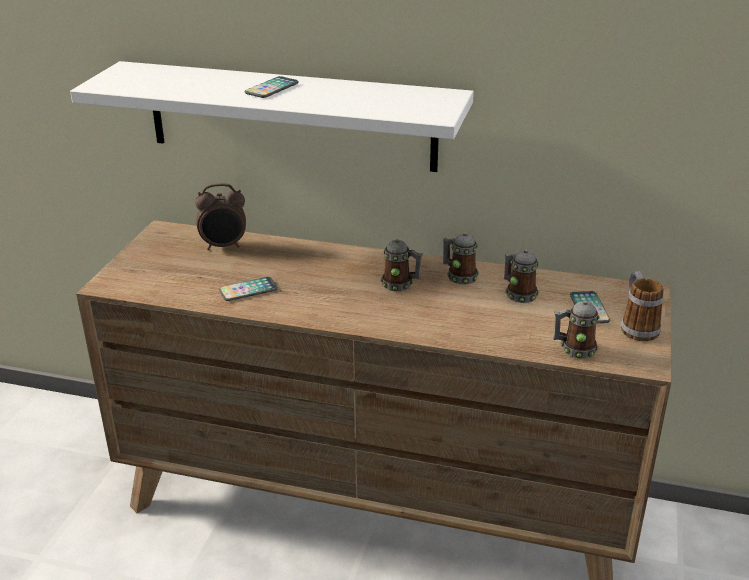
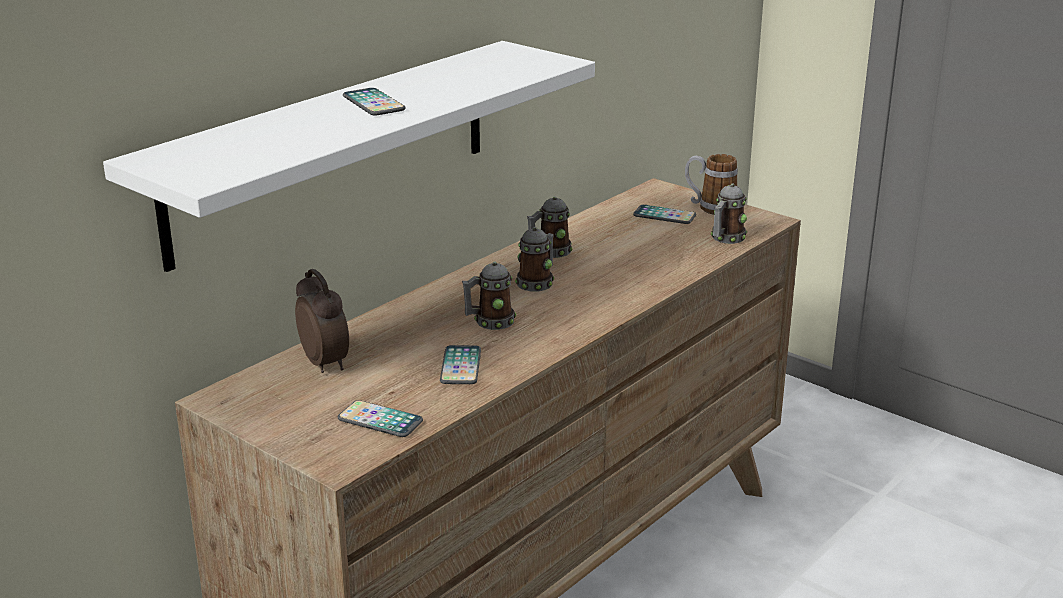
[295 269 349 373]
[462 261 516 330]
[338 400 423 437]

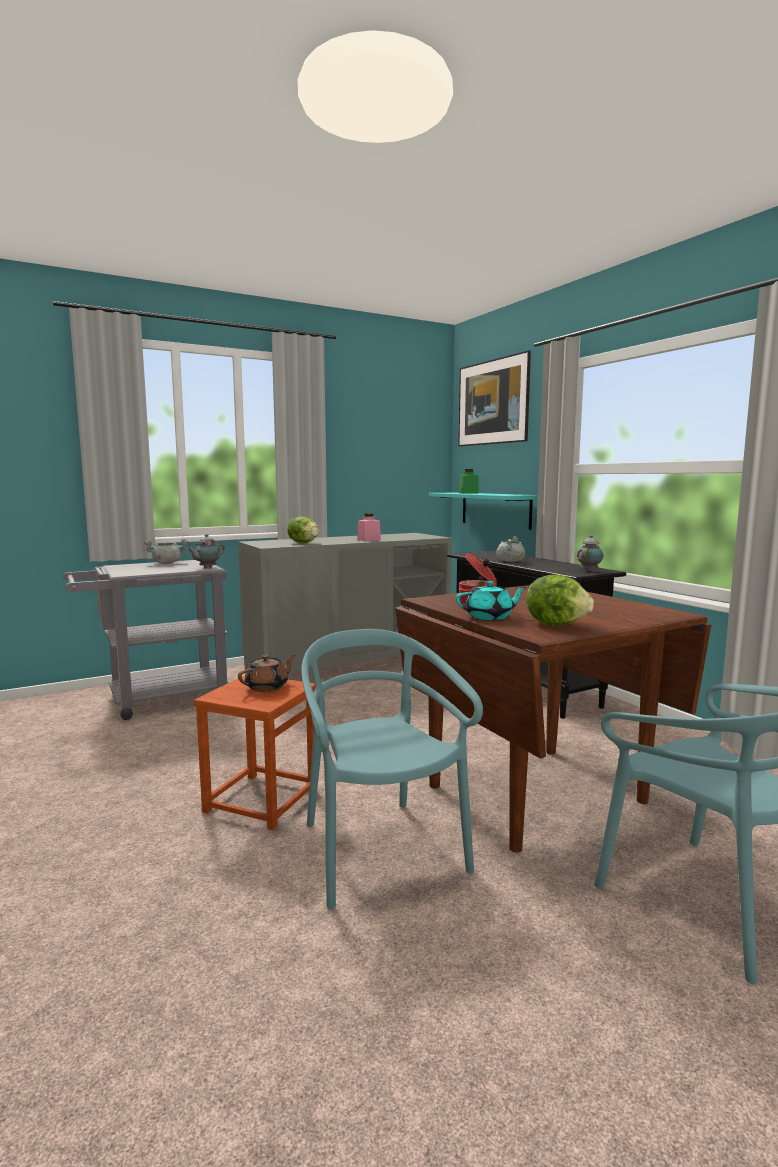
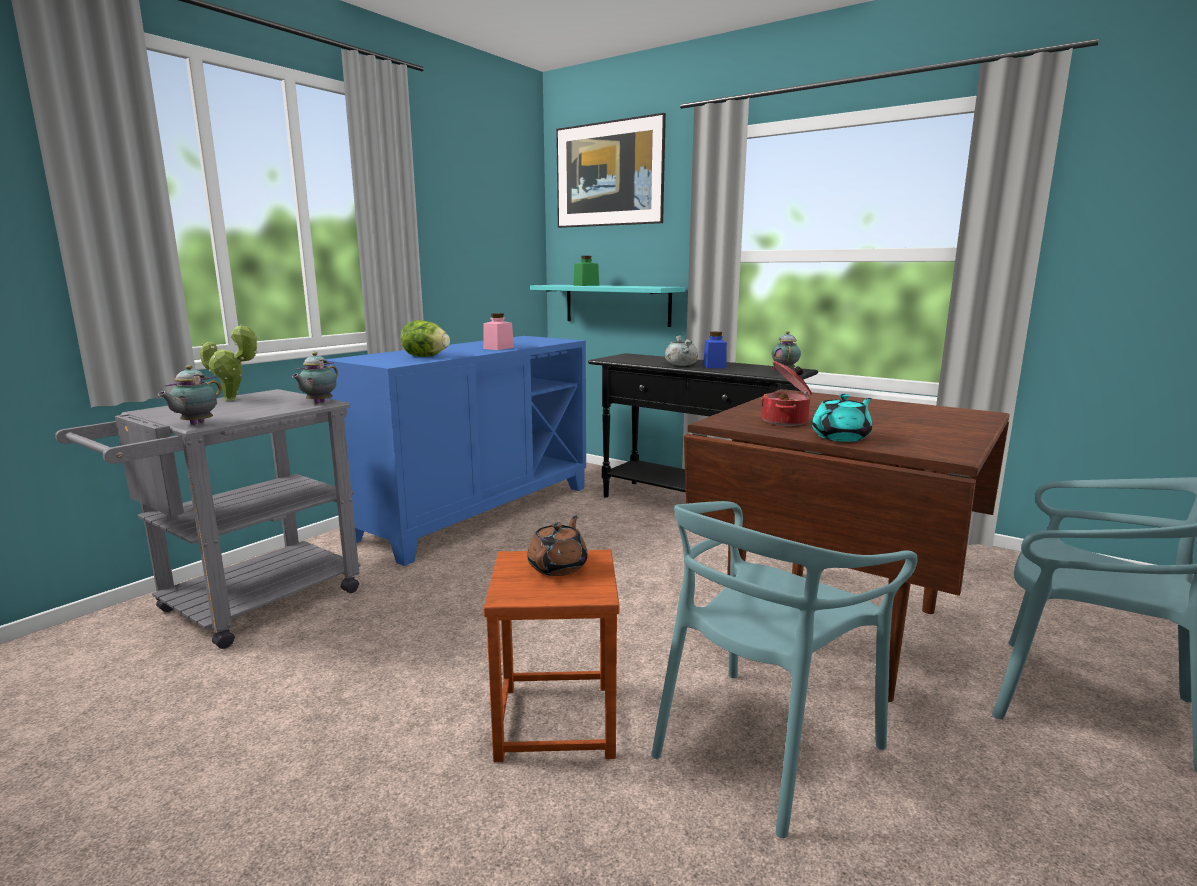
[200 324 258 401]
[324 336 586 566]
[651 501 918 838]
[526 575 594 626] (first image)
[158 365 221 425]
[703 332 727 368]

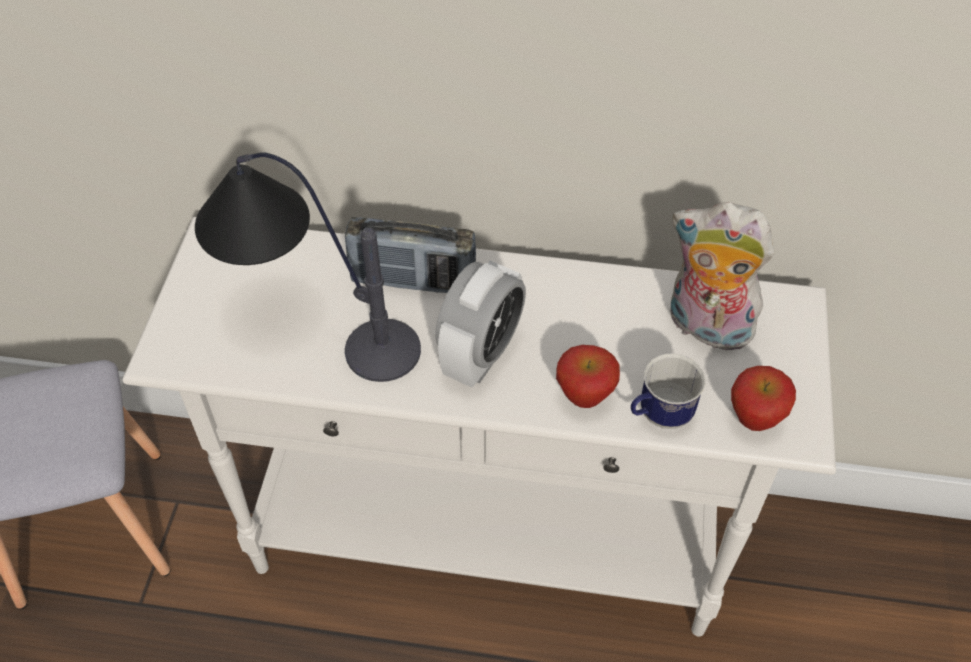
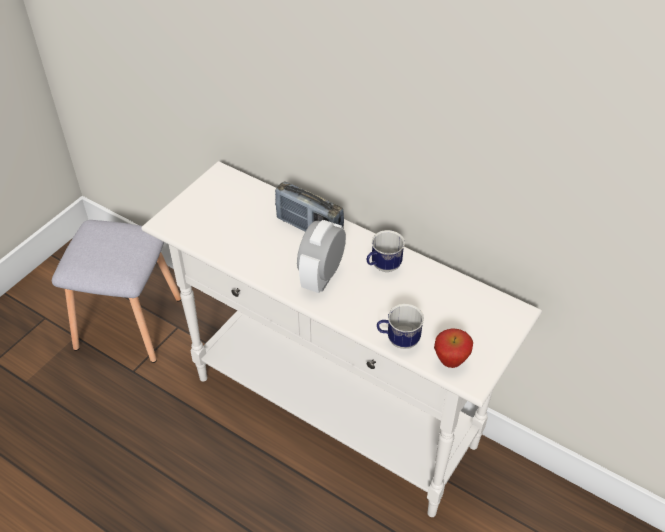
[195 152 421 382] (first image)
[297 220 346 293]
[556 345 620 408] (first image)
[671 202 774 354] (first image)
[367 230 405 272]

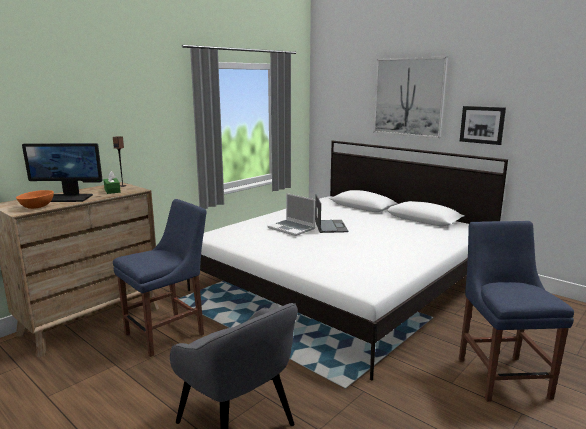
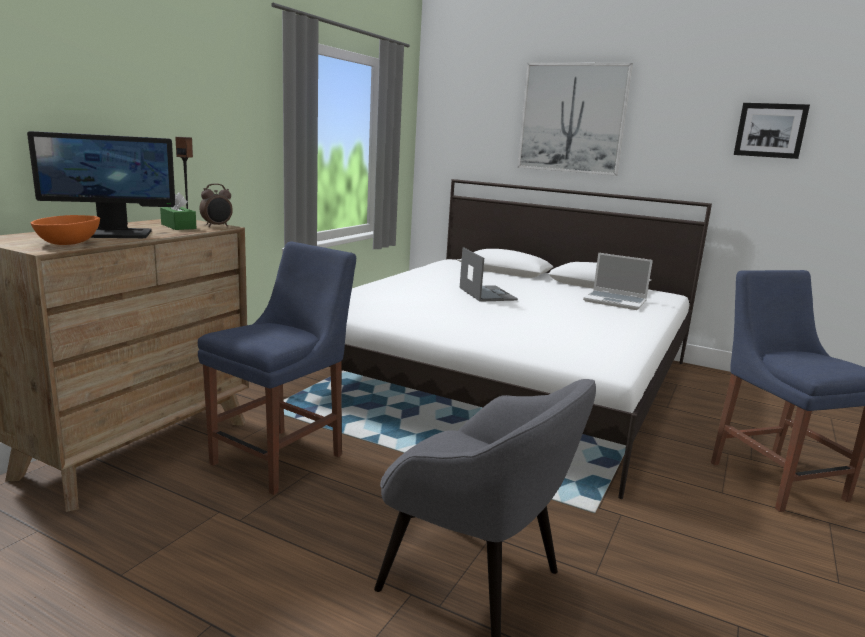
[583 253 653 310]
[734 103 810 159]
[199 184 233 227]

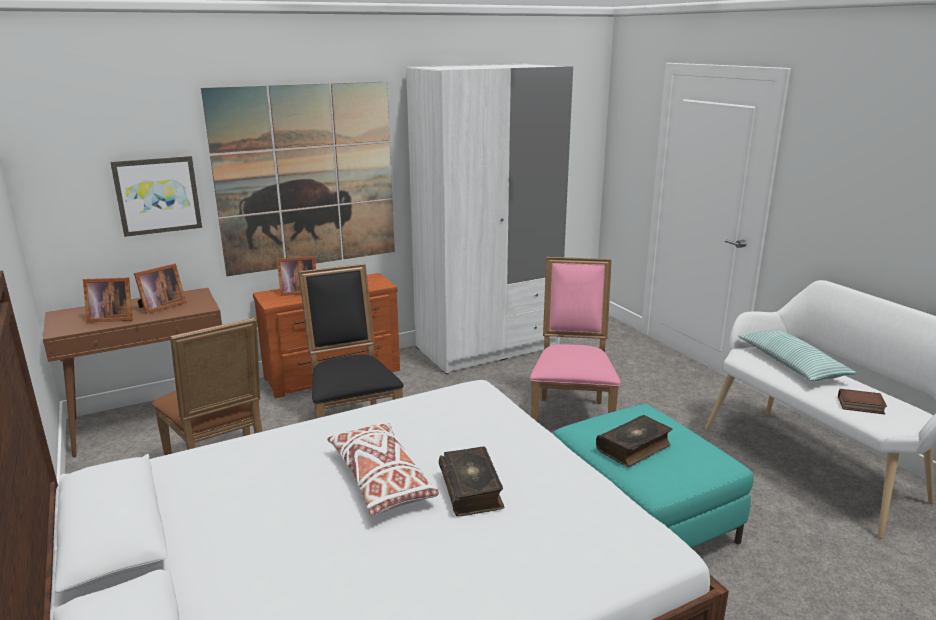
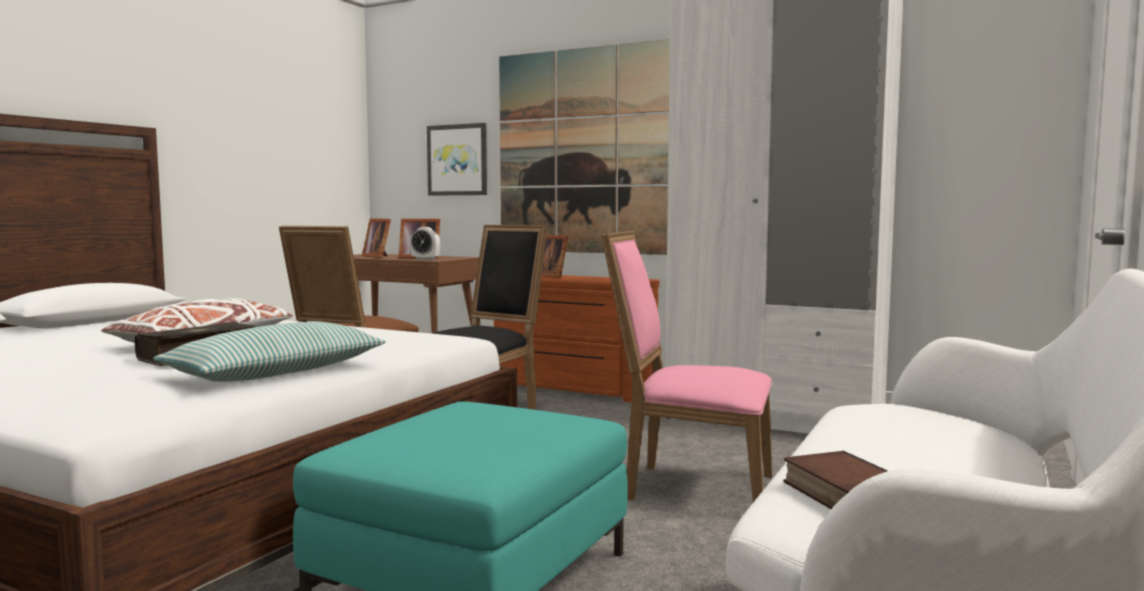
[602 231 773 502]
[596 415 672 467] (first image)
[153 322 386 382]
[410 227 440 260]

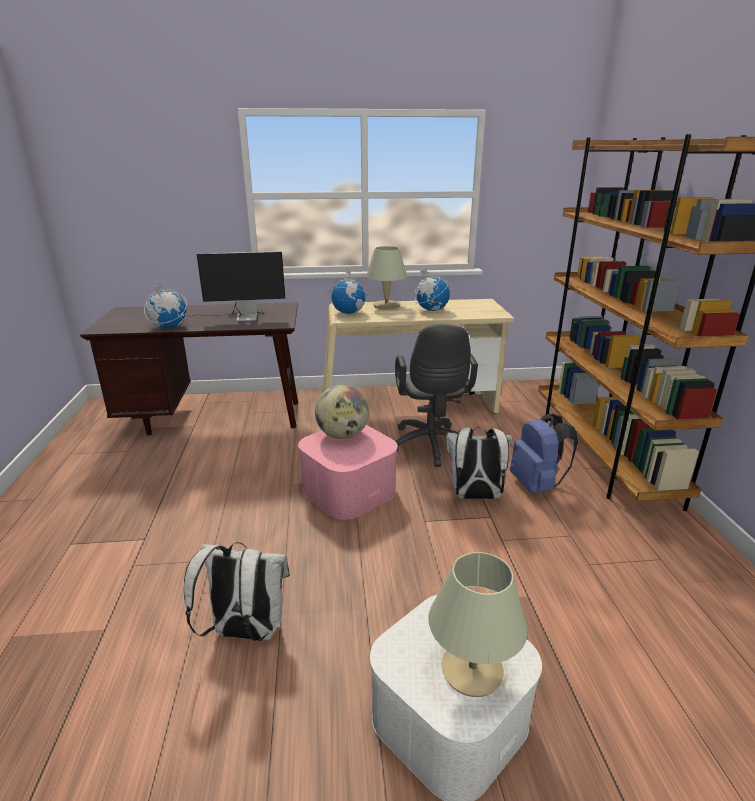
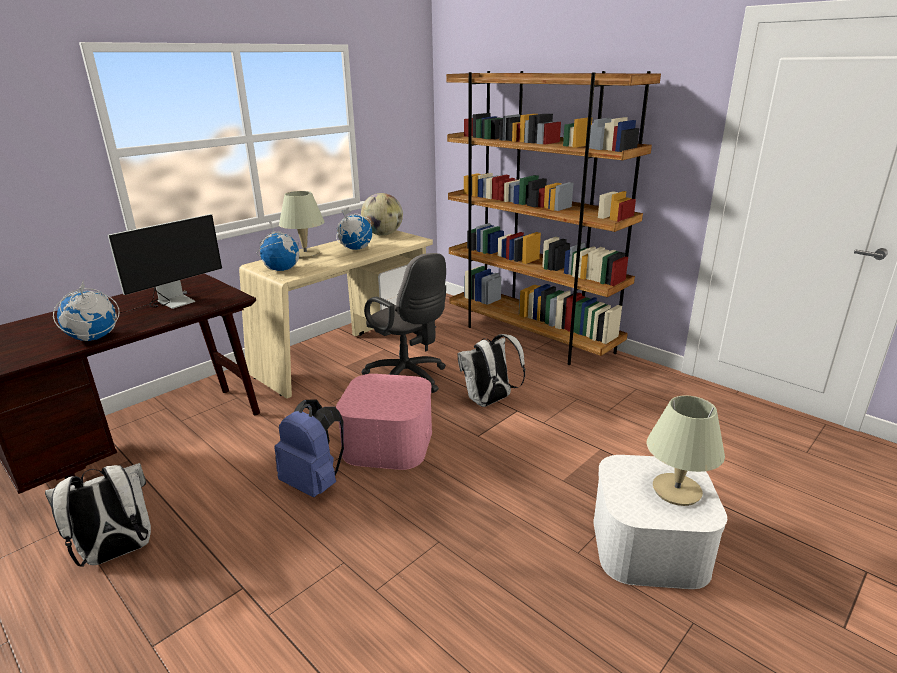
[45 463 151 567]
[361 193 403 236]
[274 399 344 497]

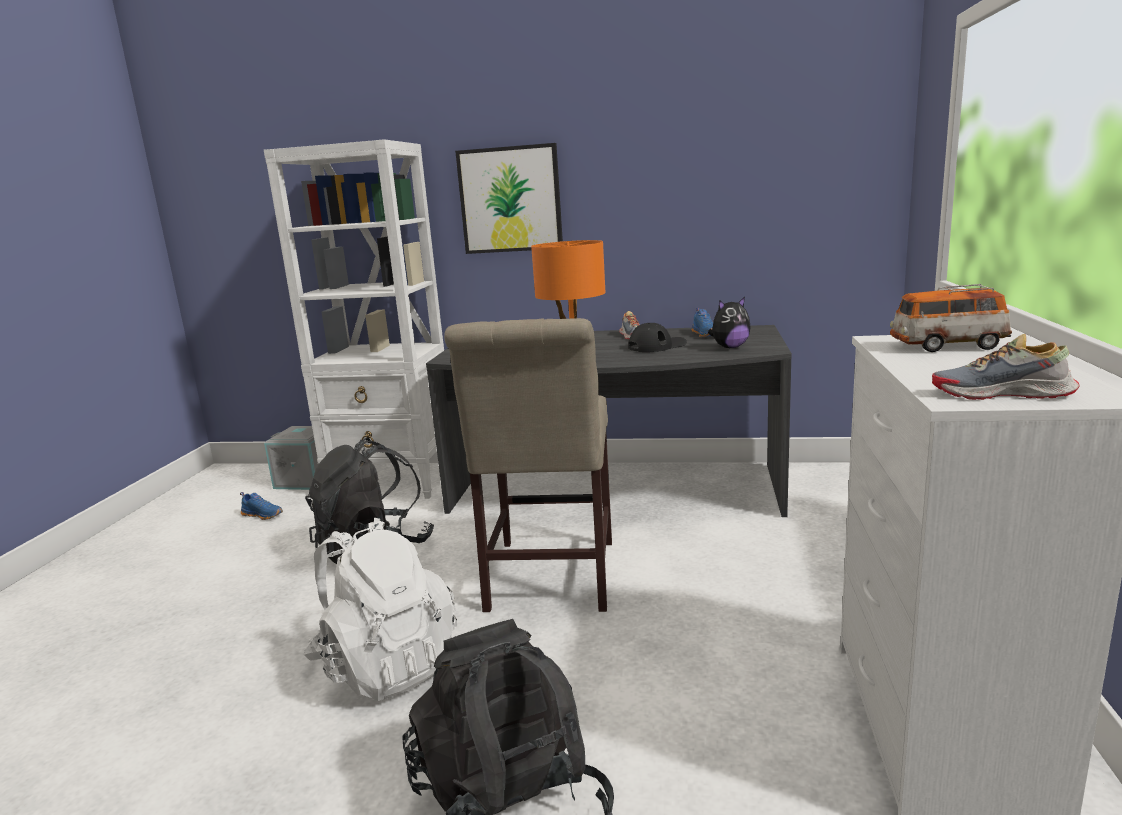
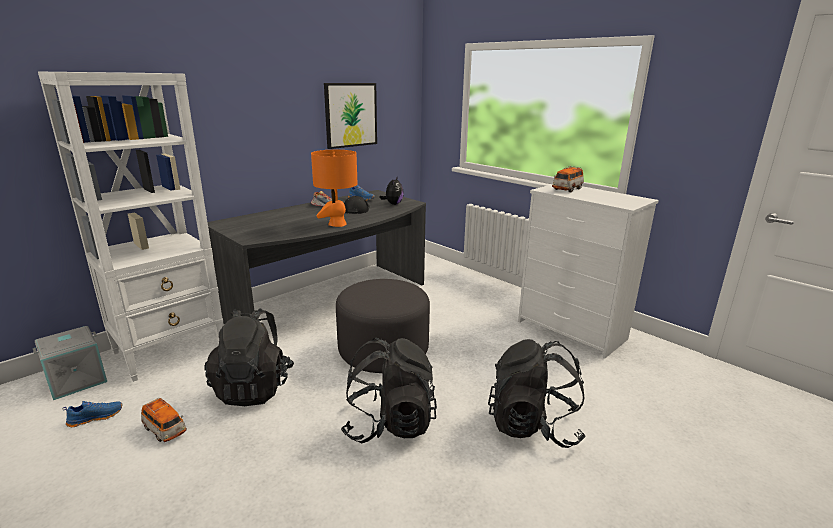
[341 338 437 443]
[336 279 430 373]
[324 83 377 149]
[932 334 1080 400] (first image)
[141 398 187 442]

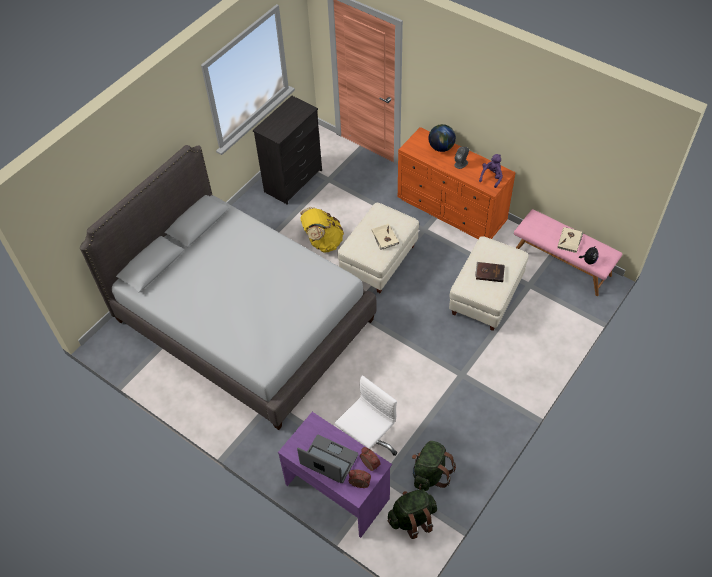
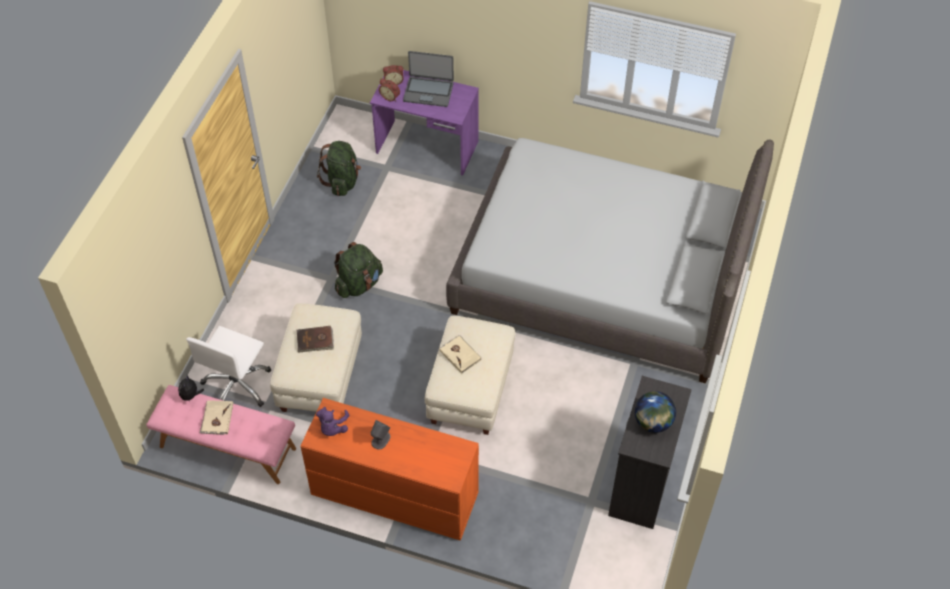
[300 207 344 253] (first image)
[186 326 271 407]
[334 242 383 298]
[635 391 676 433]

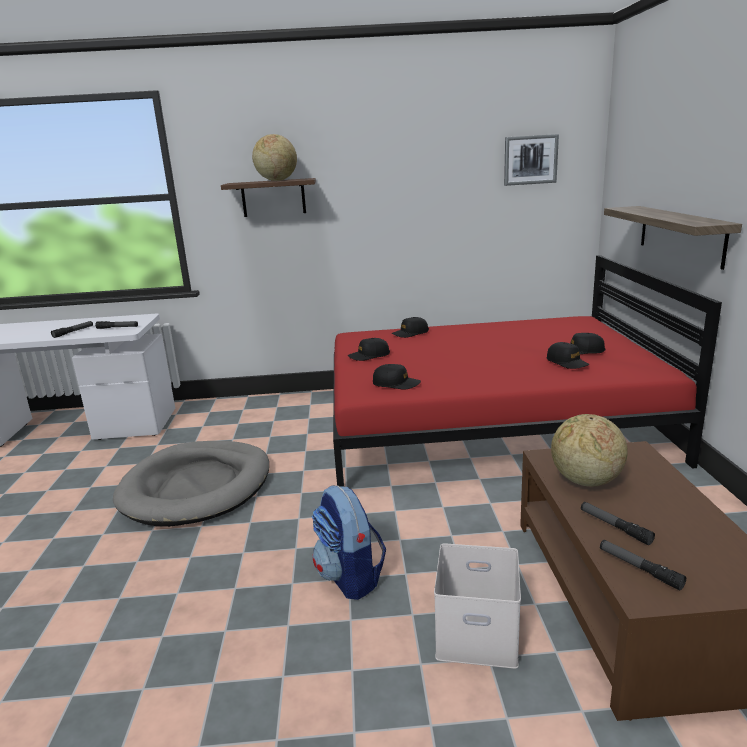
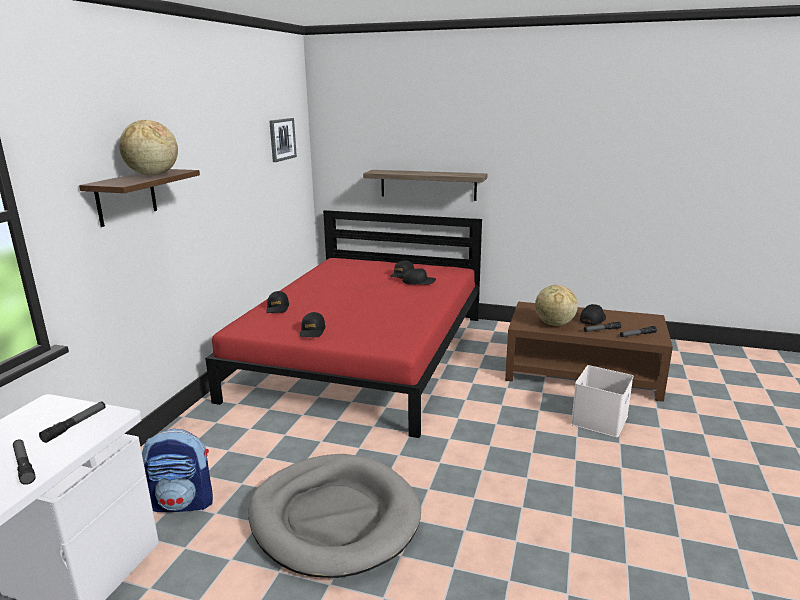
[142 429 213 512]
[580 304 606 325]

